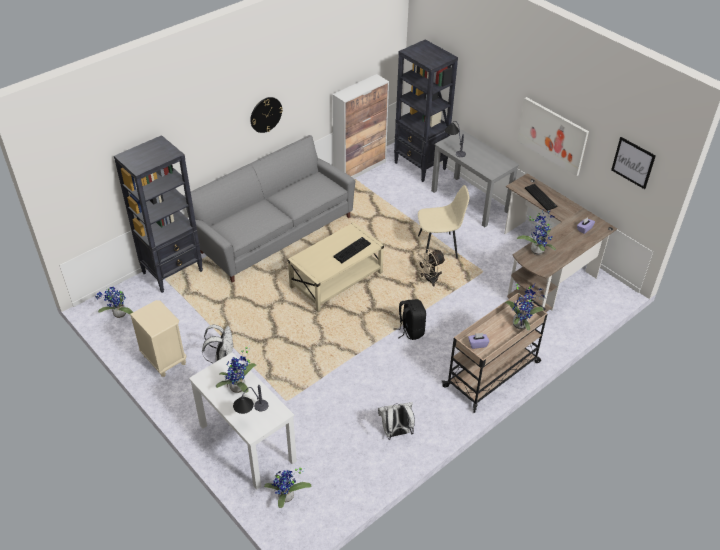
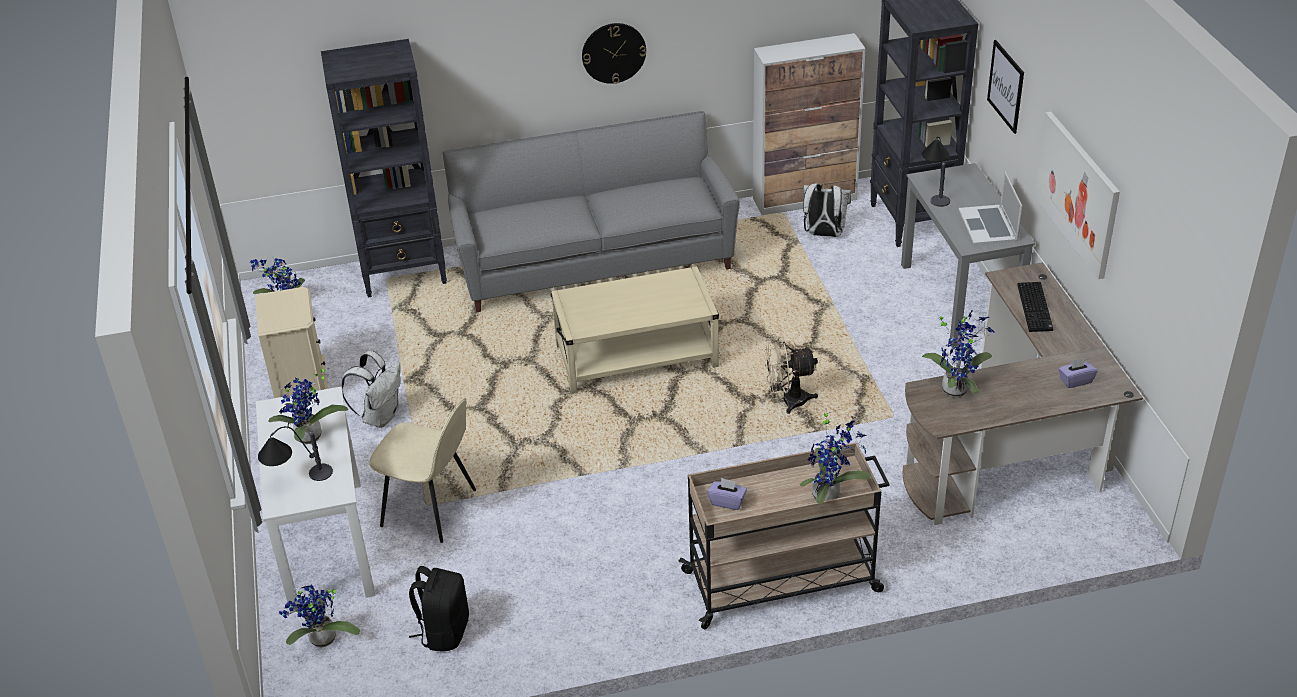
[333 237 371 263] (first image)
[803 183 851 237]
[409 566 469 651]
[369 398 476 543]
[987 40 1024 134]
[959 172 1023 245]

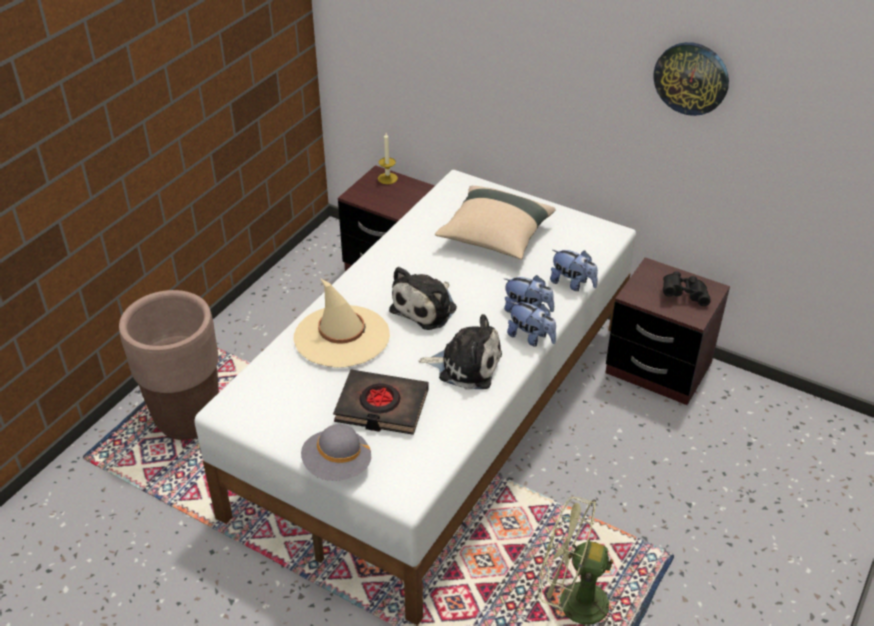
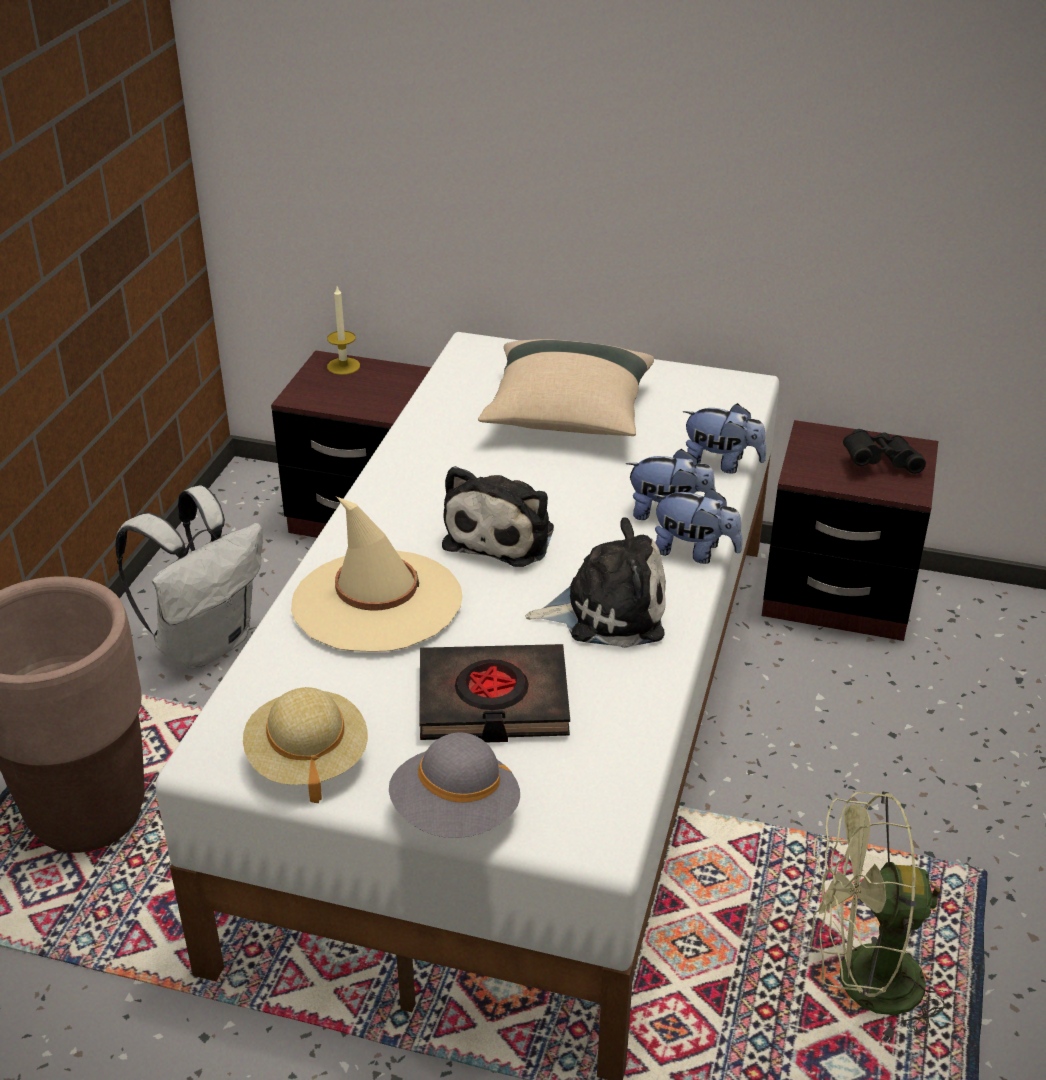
[653 42 729 116] (first image)
[116 486 263 669]
[243 687 368 803]

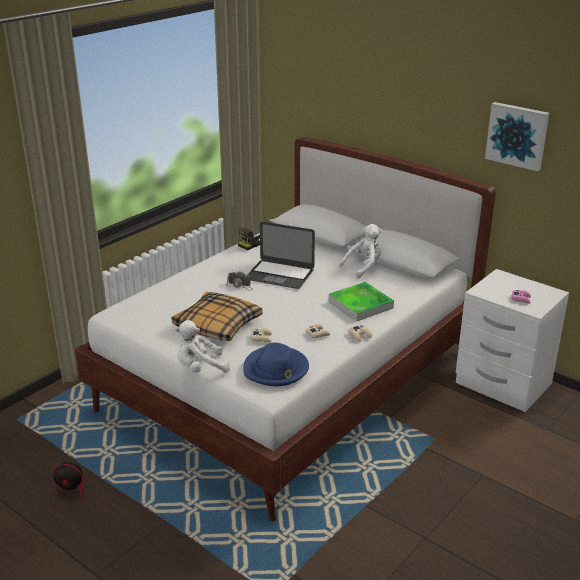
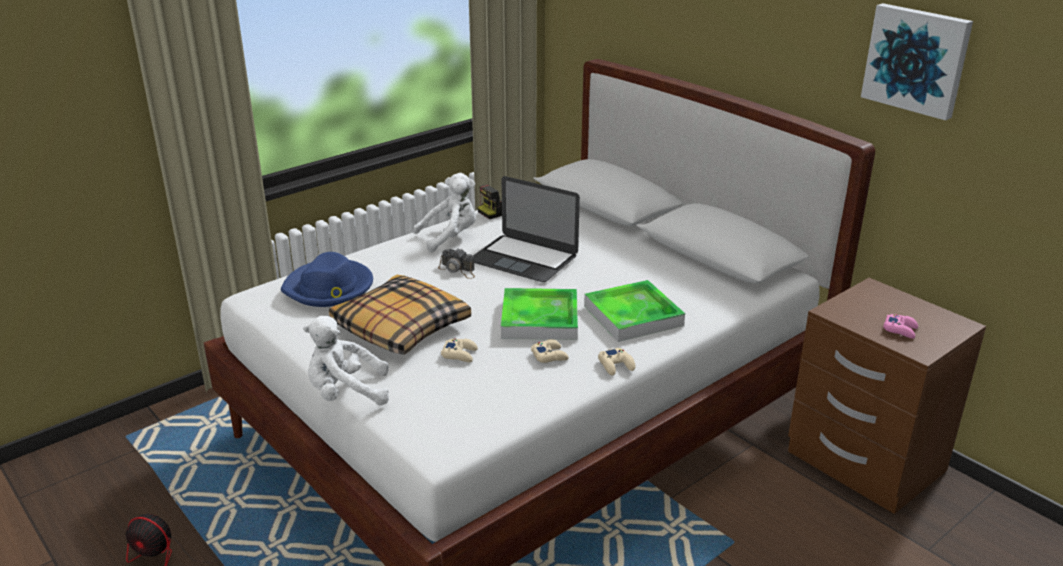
[281 252 373 307]
[413 173 476 252]
[788 278 986 514]
[501 288 578 340]

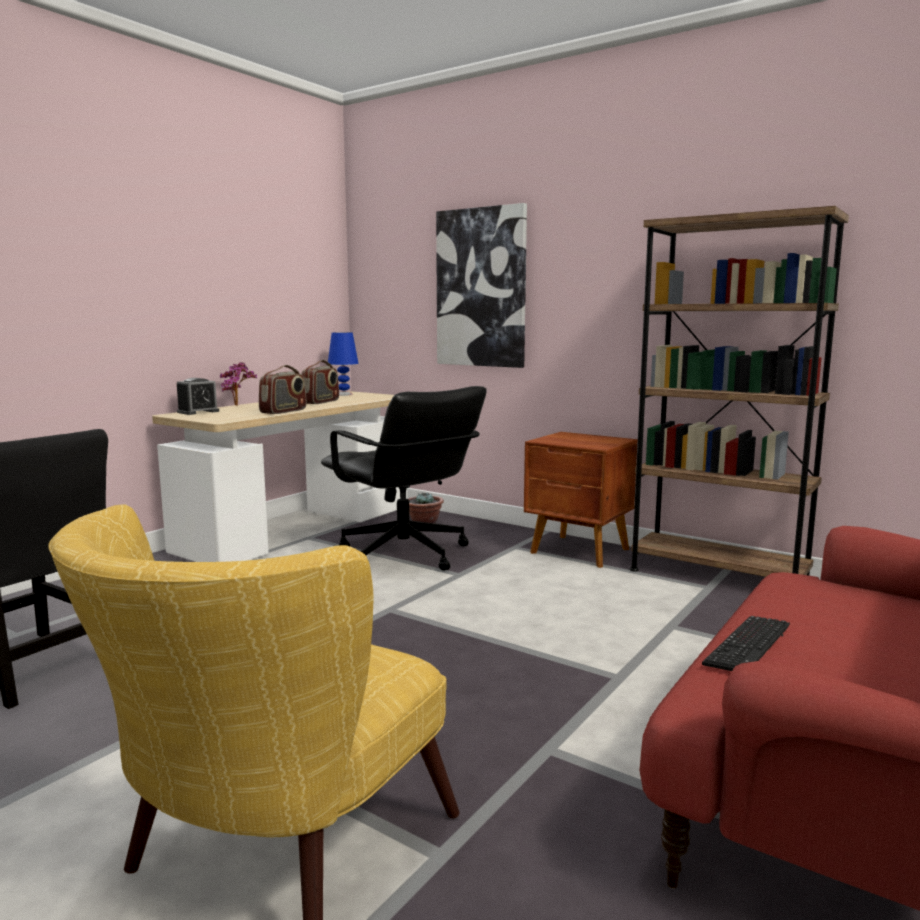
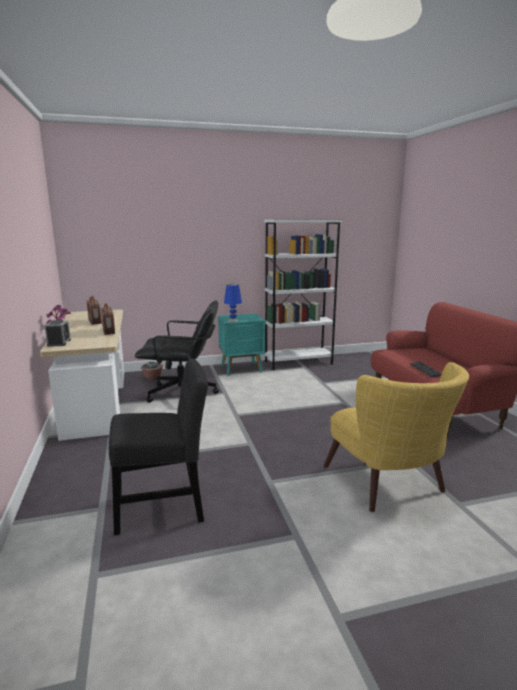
[224 284 242 322]
[436 203 527 368] (first image)
[218 314 265 376]
[264 219 342 370]

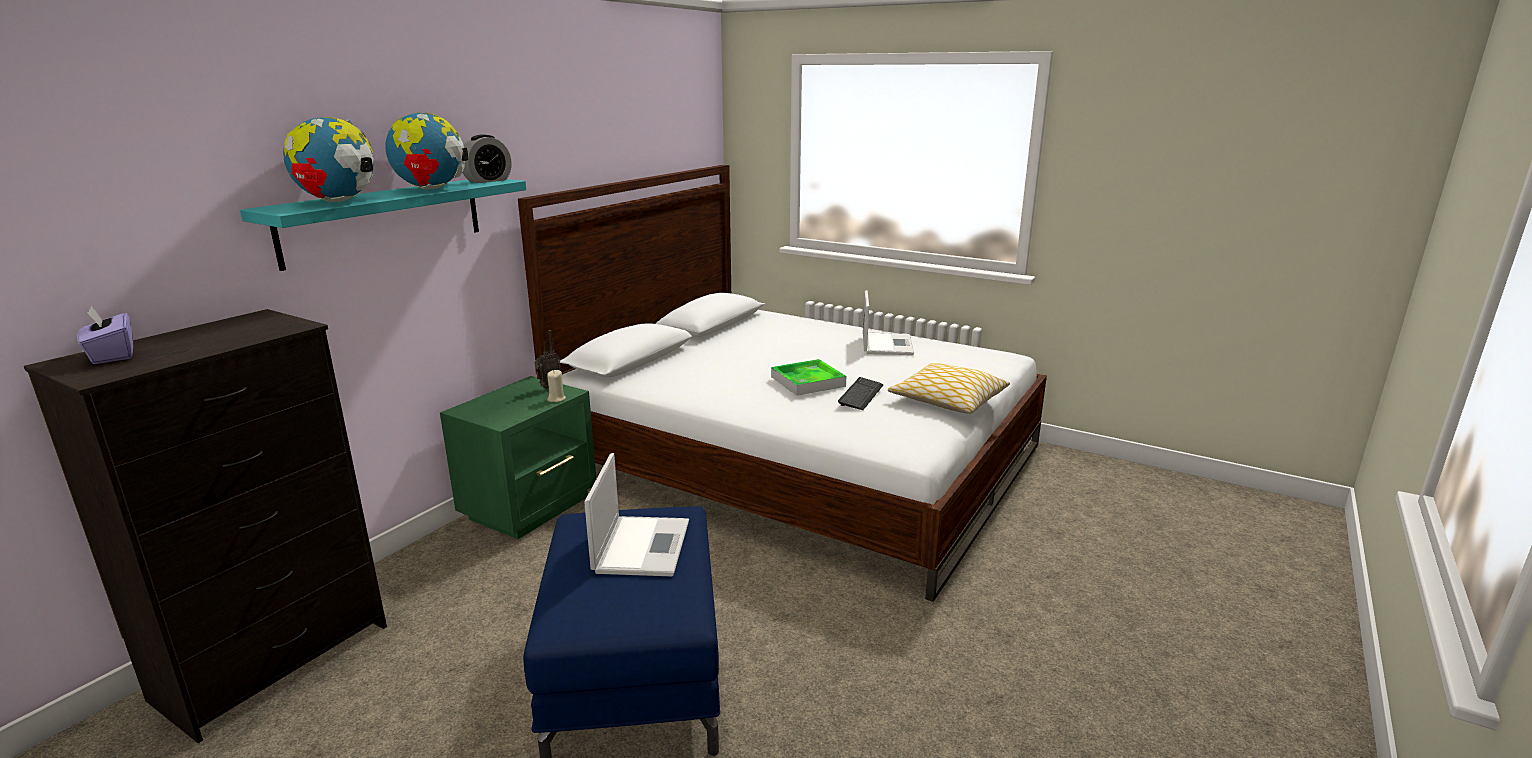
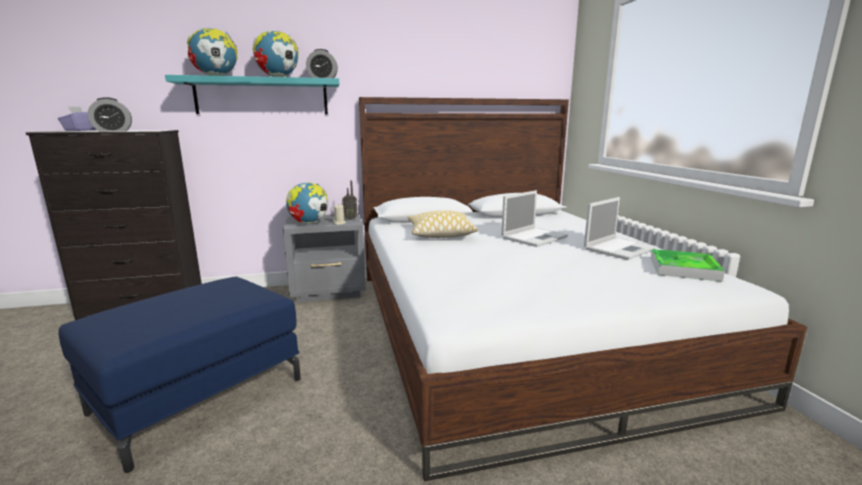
[283 213 366 303]
[501 190 568 247]
[651 249 725 282]
[838 377 884 410] (first image)
[408 211 478 238]
[88 97 132 131]
[286 182 328 224]

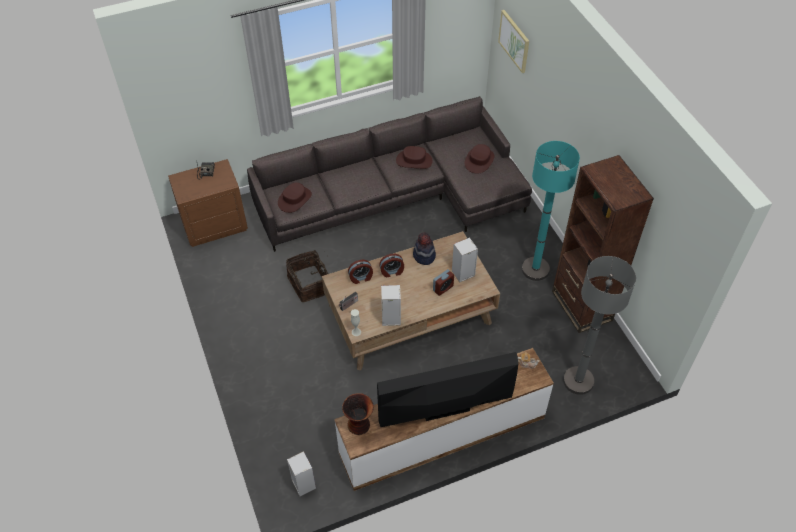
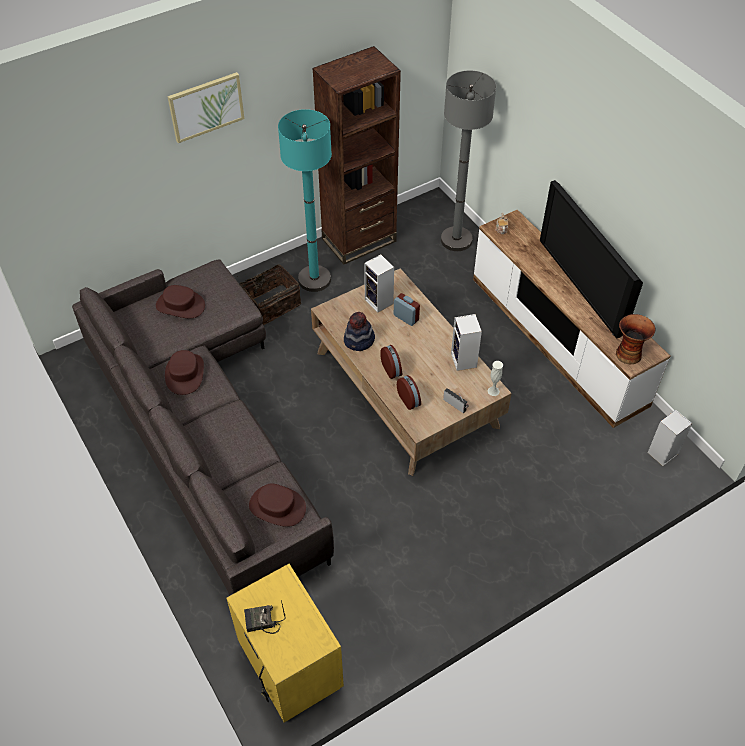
[226 564 344 723]
[237 264 301 325]
[168 72 244 143]

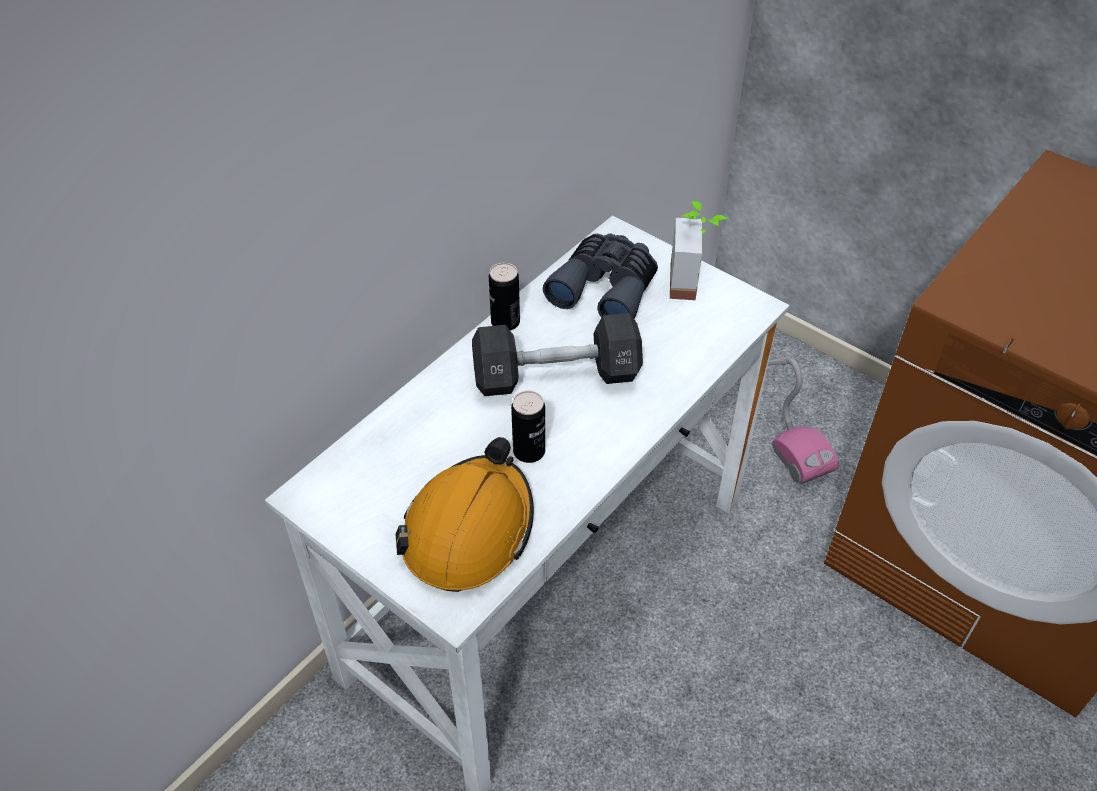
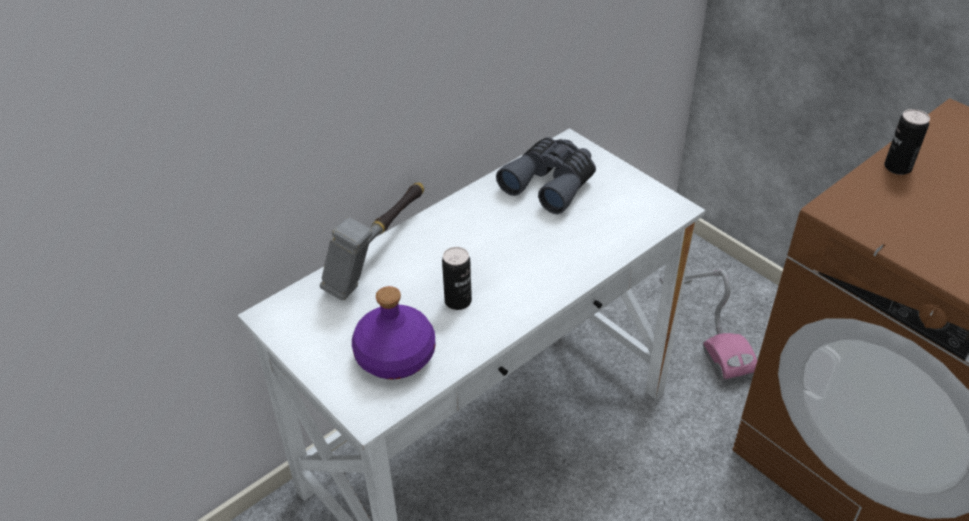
[352 286 435 379]
[472 313 643 396] (first image)
[884 109 930 175]
[670 201 728 300] (first image)
[320 182 424 300]

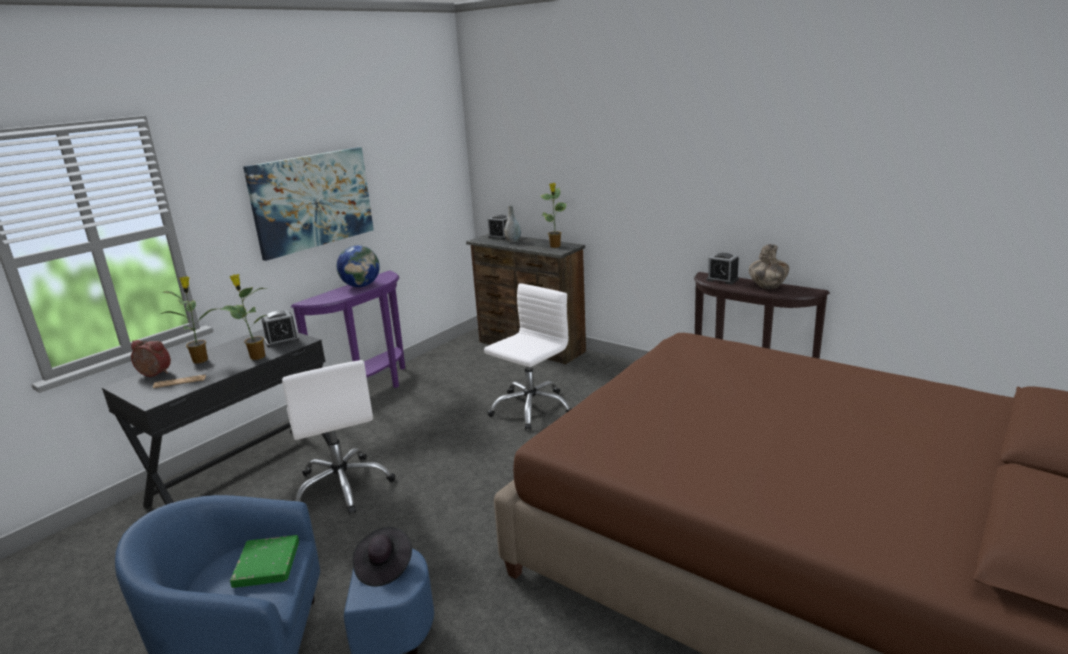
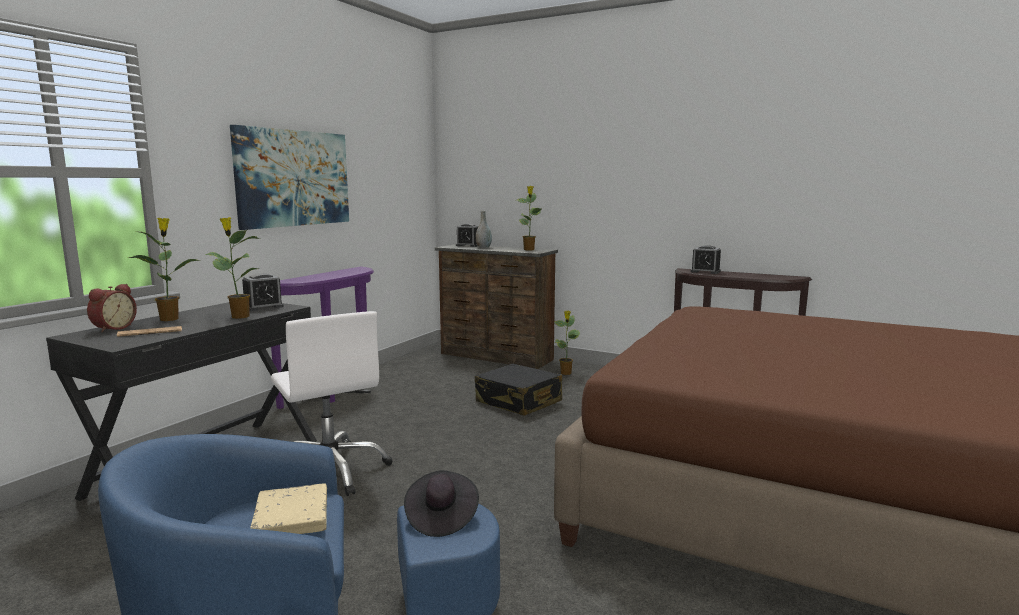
[87 284 137 332]
[250 483 327 534]
[337 245 380 287] (first image)
[475 364 562 416]
[749 244 789 289] (first image)
[554 310 580 375]

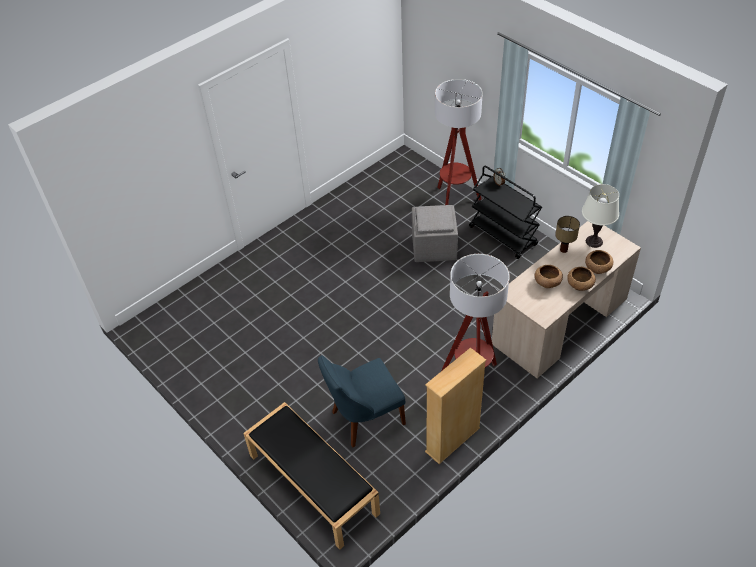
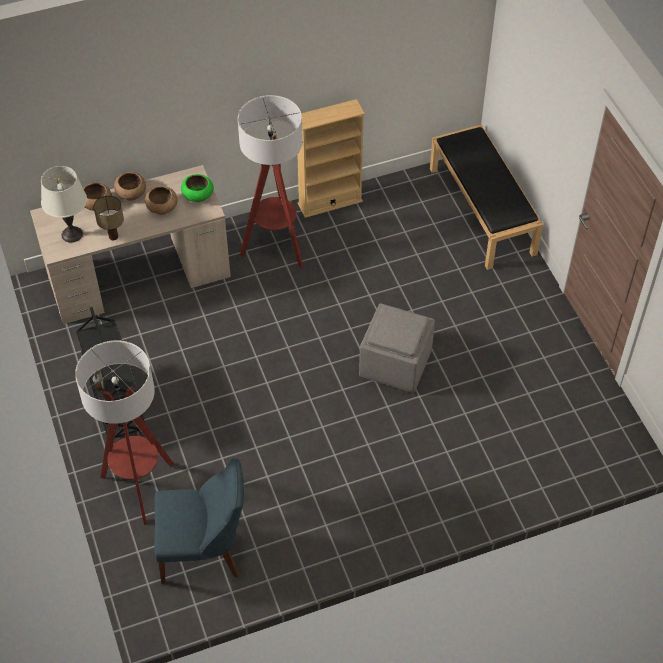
[154 458 244 584]
[359 303 435 393]
[181 174 214 202]

